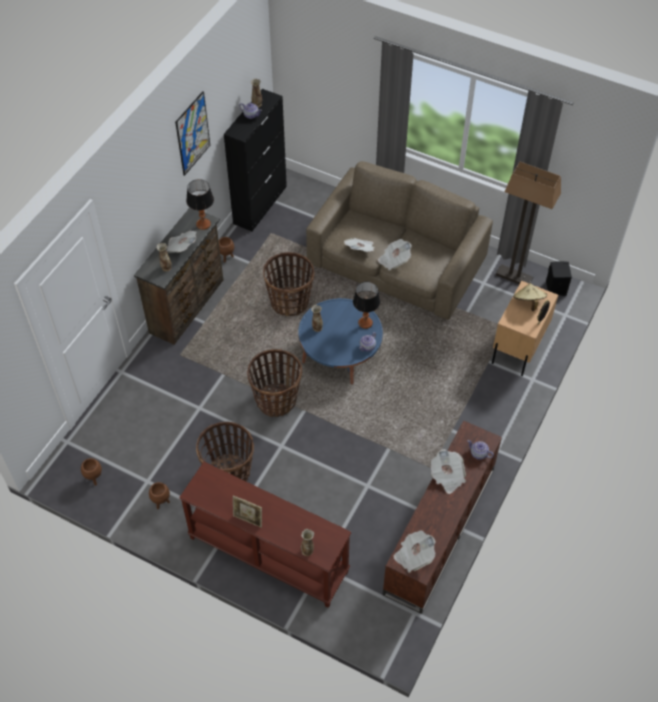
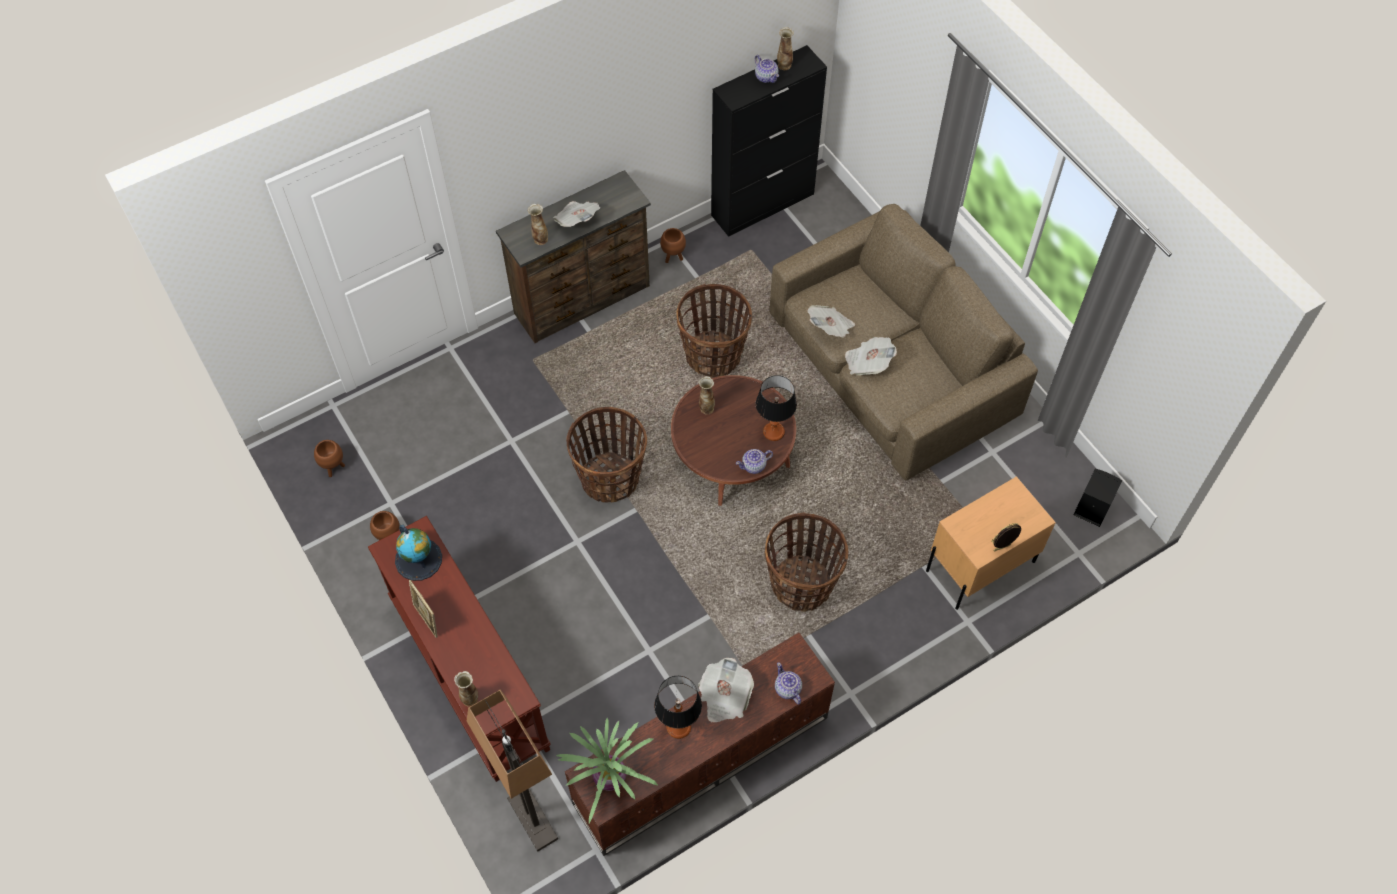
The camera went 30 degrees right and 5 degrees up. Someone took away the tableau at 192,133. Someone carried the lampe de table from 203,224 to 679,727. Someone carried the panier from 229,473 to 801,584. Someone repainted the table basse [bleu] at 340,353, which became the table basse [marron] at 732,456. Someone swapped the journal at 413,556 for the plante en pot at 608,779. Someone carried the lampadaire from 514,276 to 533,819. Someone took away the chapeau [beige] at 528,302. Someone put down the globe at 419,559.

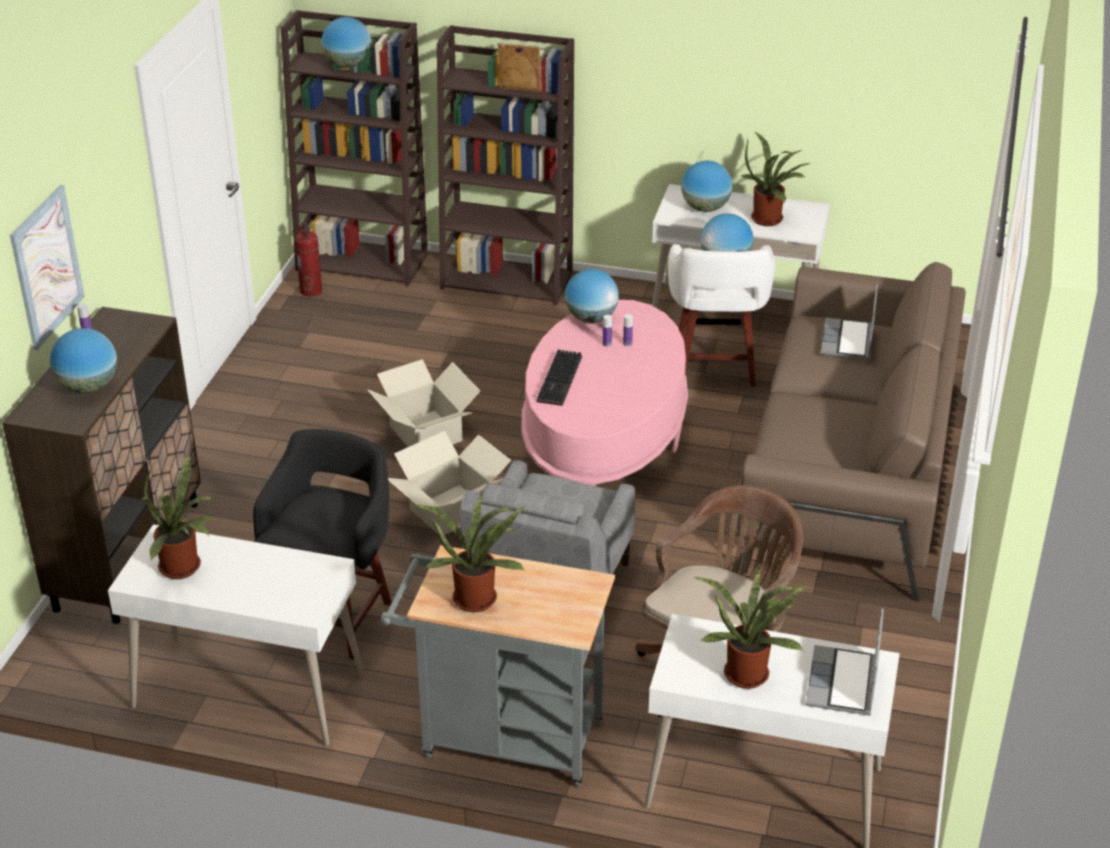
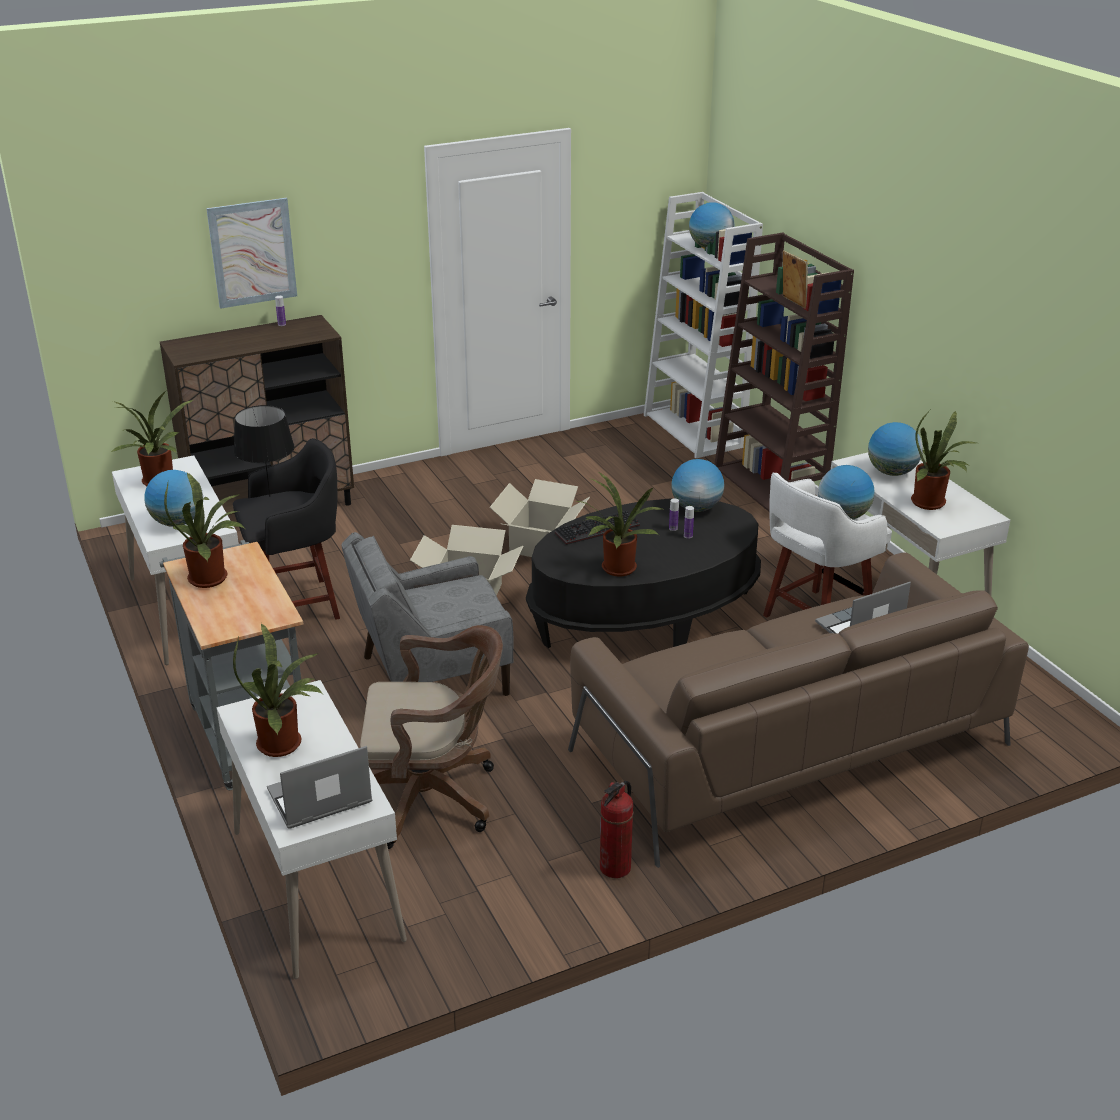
The camera went 50 degrees right and 5 degrees down. Someone carried the globe from 88,387 to 178,522. Someone repainted the bibliothèque [marron] at 363,262, which became the bibliothèque [blanc] at 695,431. Someone carried the extincteur from 311,291 to 615,868. Someone repainted the table basse [rose] at 604,439, which became the table basse [noir] at 644,615. Someone put down the lampe de table [noir] at 270,496. Someone put down the plante en pot at 616,570.

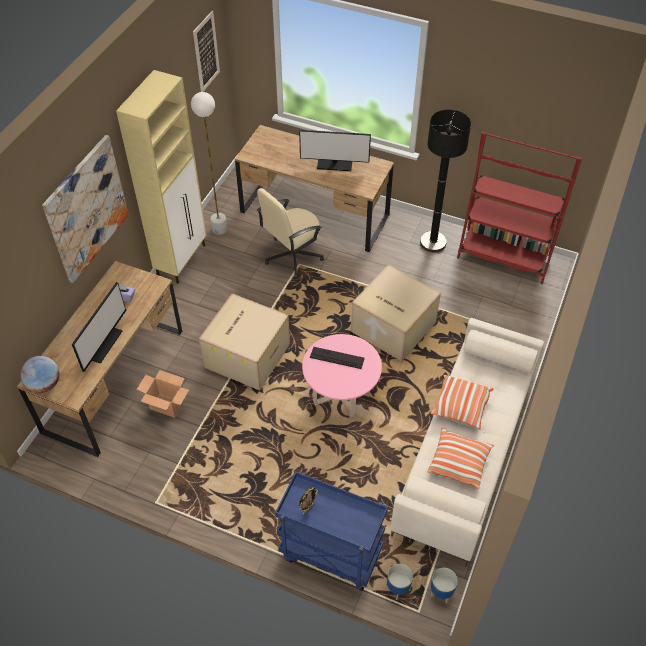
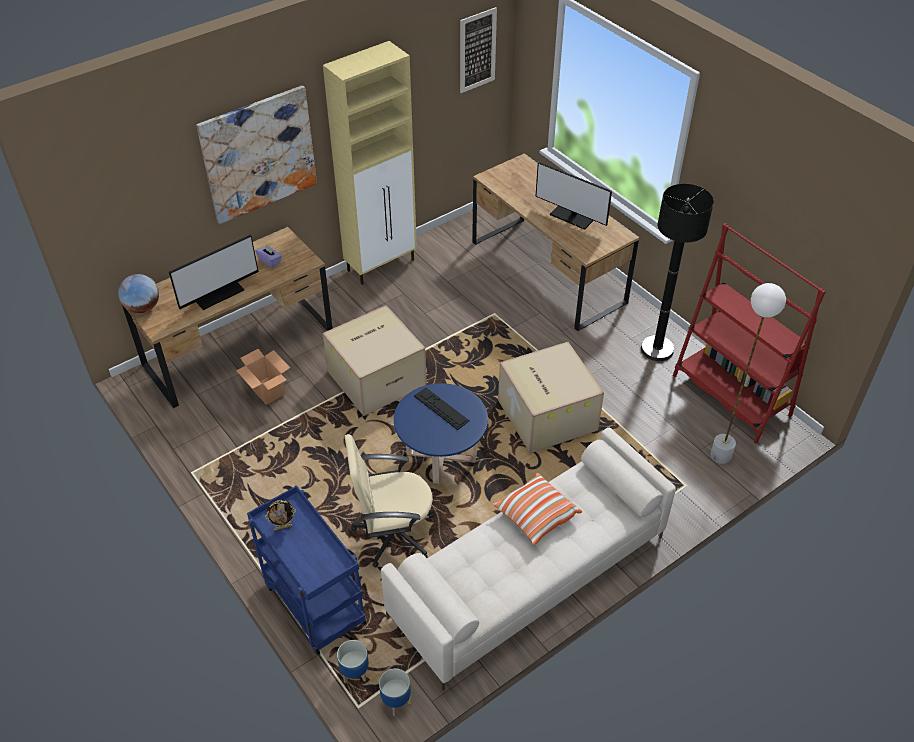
The camera went 30 degrees right and 5 degrees down. Someone carried the lampadaire [blanc] from 219,229 to 720,455. Someone carried the chaise de bureau [beige] from 292,256 to 393,533. Someone repainted the table basse [rose] at 341,394, which became the table basse [bleu] at 441,457. Someone took away the coussin at 459,463.

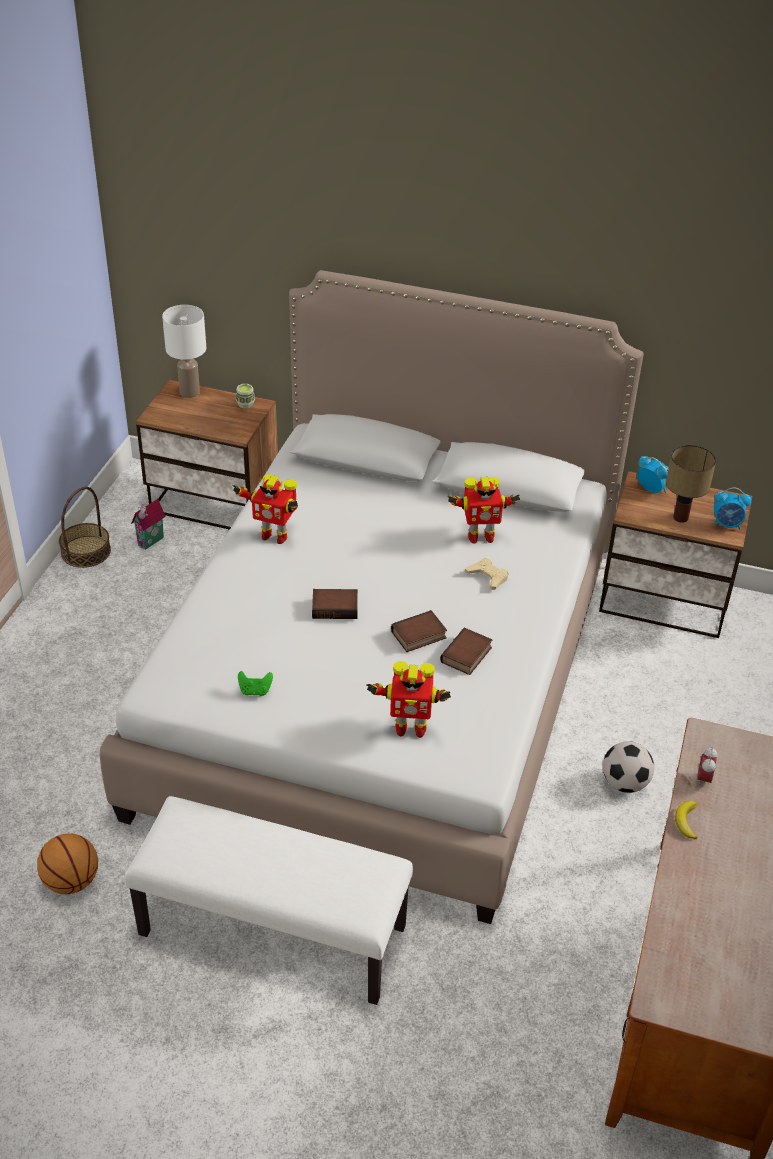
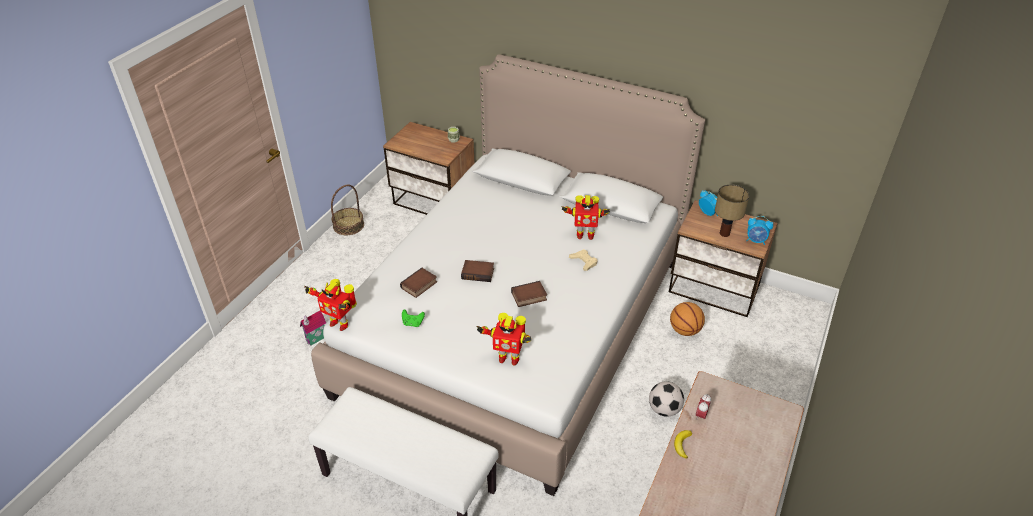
The camera went 10 degrees right and 0 degrees up. Someone carried the ballon de basket from 72,881 to 685,330. Someone carried the maison miniature from 152,542 to 317,339. Someone took away the lampe de table [blanc] at 189,392. Someone carried the robot jouet from 274,535 to 339,323. Someone carried the livre from 467,656 to 419,286.

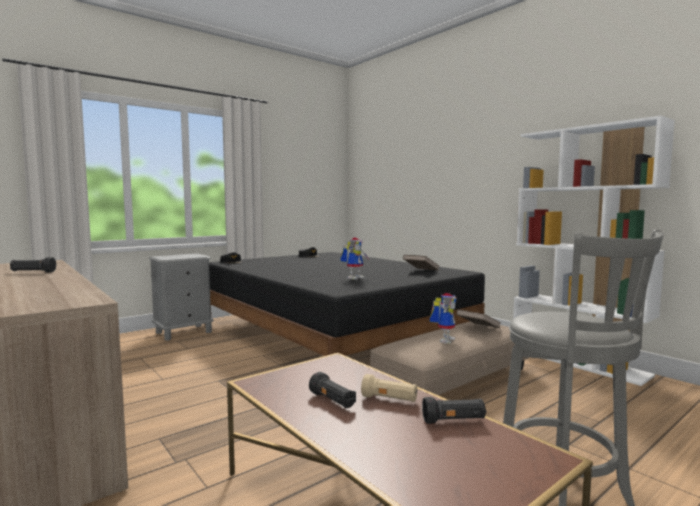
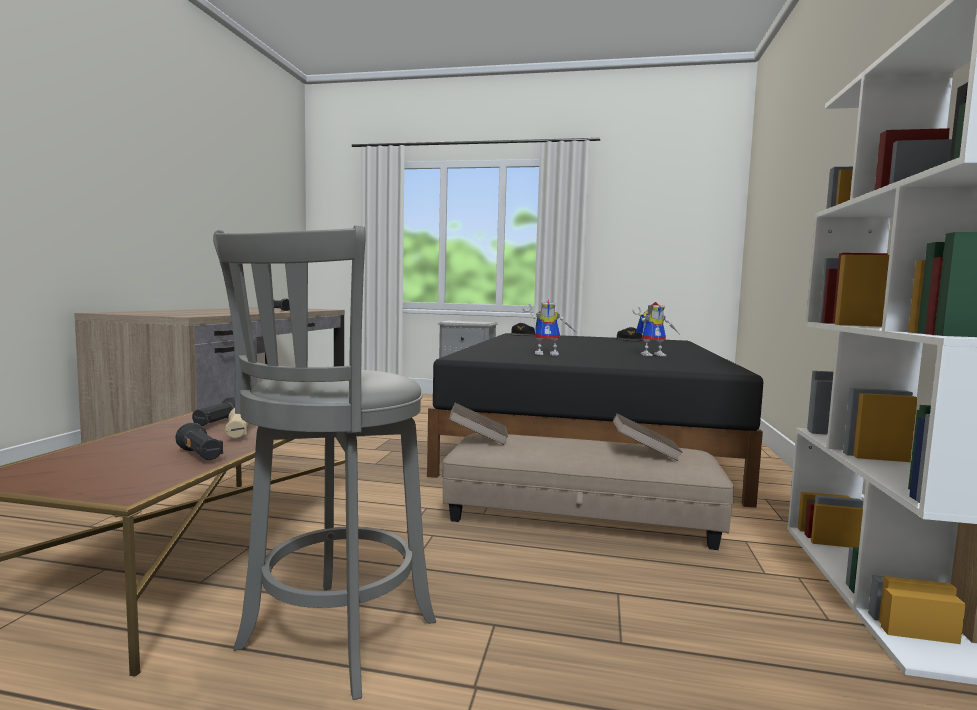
The camera went 50 degrees right and 0 degrees up. Someone carried the livre [marron] from 421,271 to 478,438. Someone carried the robot jouet from 444,339 to 653,355.

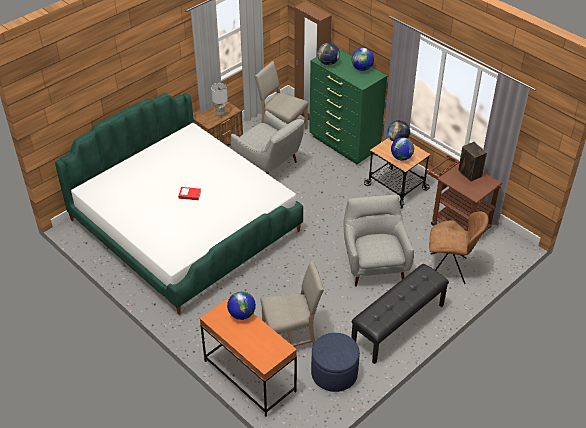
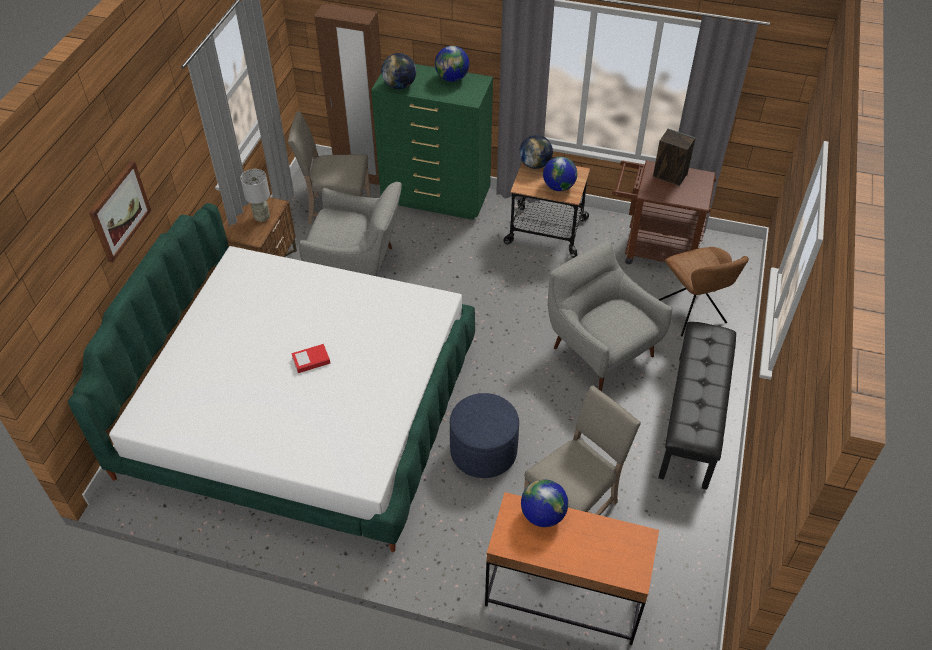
The camera went 30 degrees left and 5 degrees up. Someone carried the pouf [bleu] from 334,373 to 483,451. Someone rotated the chaise [marron] at 449,269 by 90 degrees clockwise. Someone put up the tableau at 119,211.

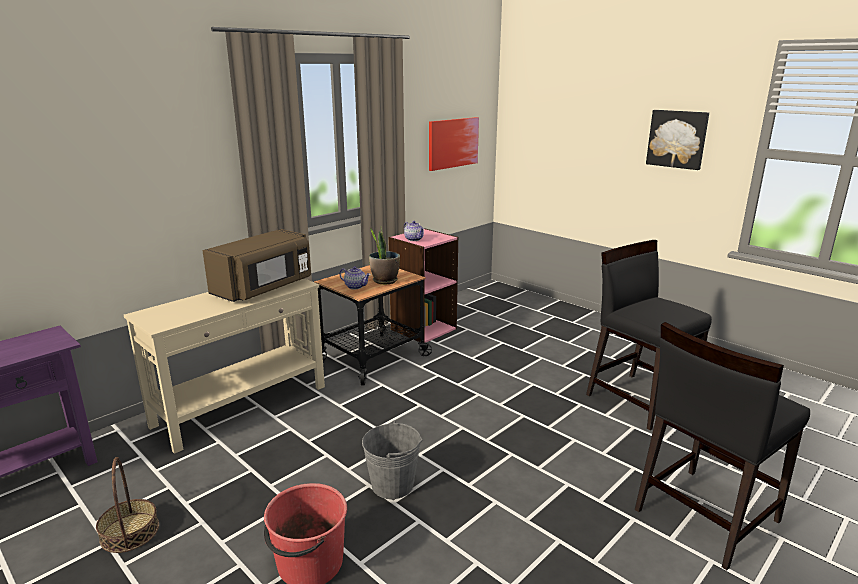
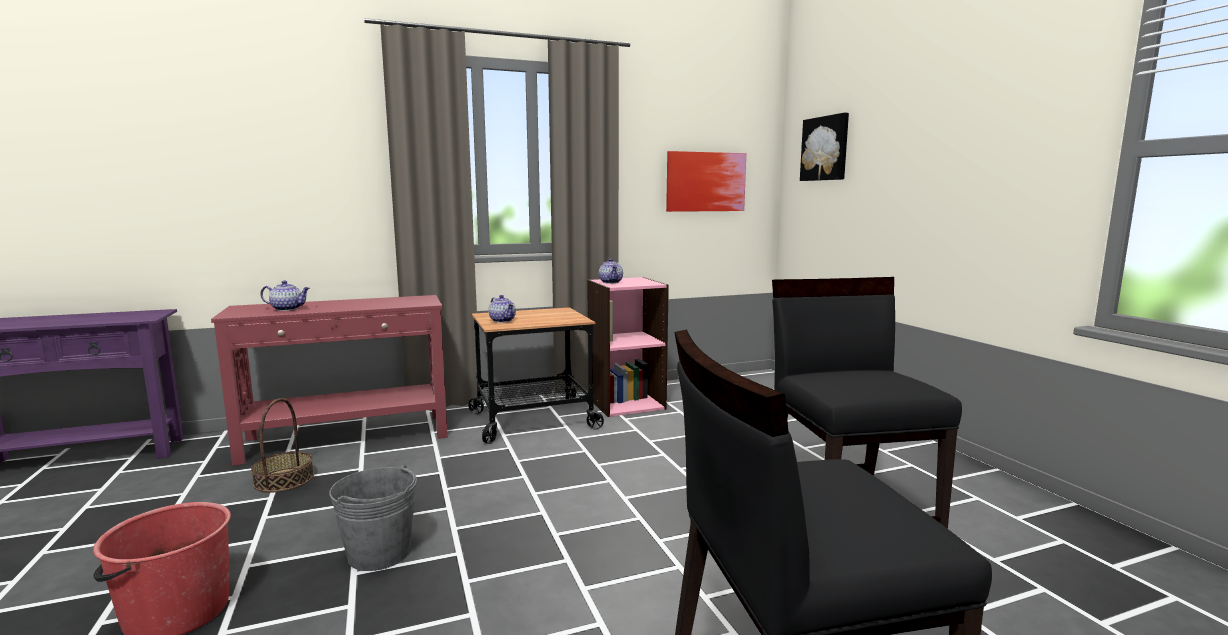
The camera went 25 degrees right and 10 degrees down. Someone carried the panier from 129,532 to 284,480. Someone repainted the table console [beige] at 242,406, which became the table console [rouge] at 348,438. Someone took away the micro-ondes [marron] at 264,288. Someone took away the plante en pot at 384,281. Someone carried the tableau from 677,139 to 825,148. Someone put down the théière at 287,309.

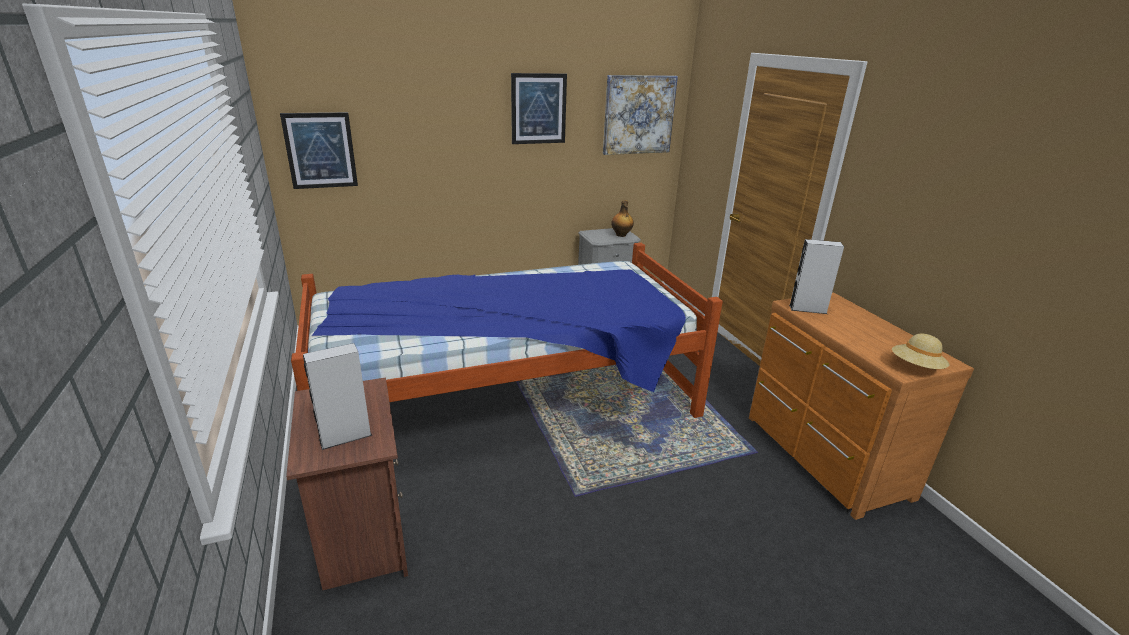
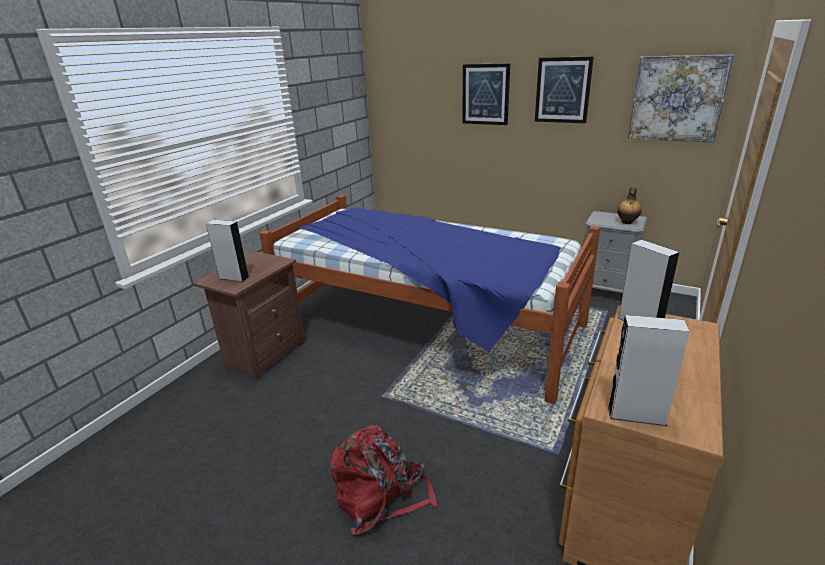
The camera went 50 degrees right and 0 degrees up. Someone carried the tableau from 320,150 to 485,94. Someone swapped the chapeau [beige] at 916,367 for the enceinte [gris] at 636,415. Someone put down the sac à dos [rouge] at 381,496.

